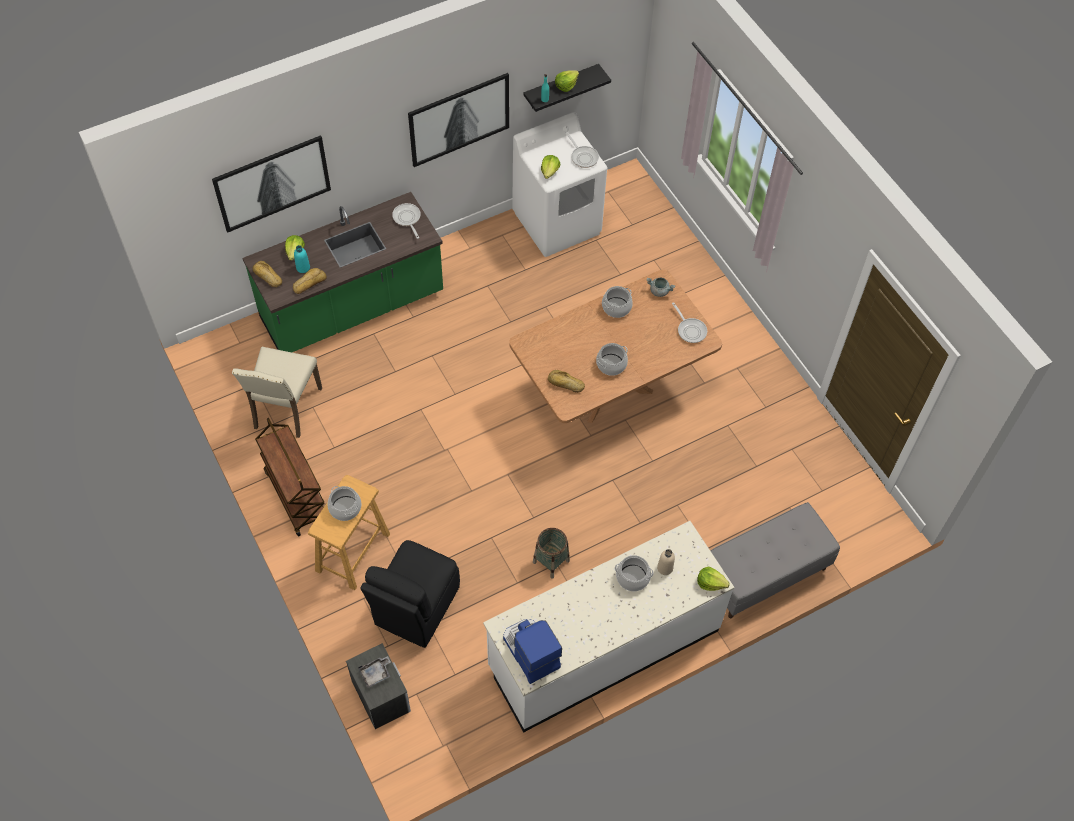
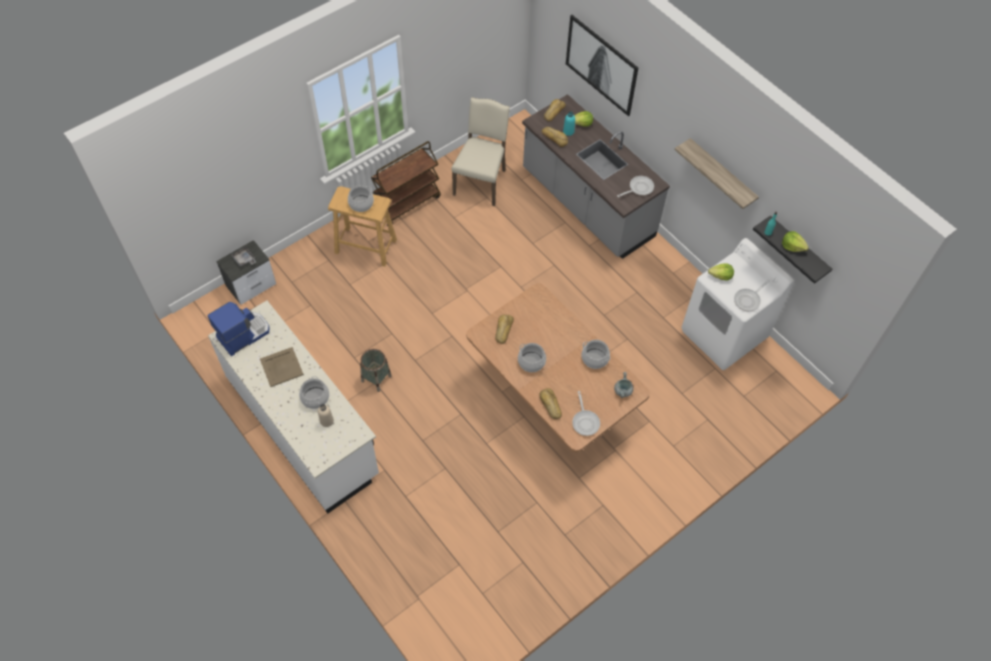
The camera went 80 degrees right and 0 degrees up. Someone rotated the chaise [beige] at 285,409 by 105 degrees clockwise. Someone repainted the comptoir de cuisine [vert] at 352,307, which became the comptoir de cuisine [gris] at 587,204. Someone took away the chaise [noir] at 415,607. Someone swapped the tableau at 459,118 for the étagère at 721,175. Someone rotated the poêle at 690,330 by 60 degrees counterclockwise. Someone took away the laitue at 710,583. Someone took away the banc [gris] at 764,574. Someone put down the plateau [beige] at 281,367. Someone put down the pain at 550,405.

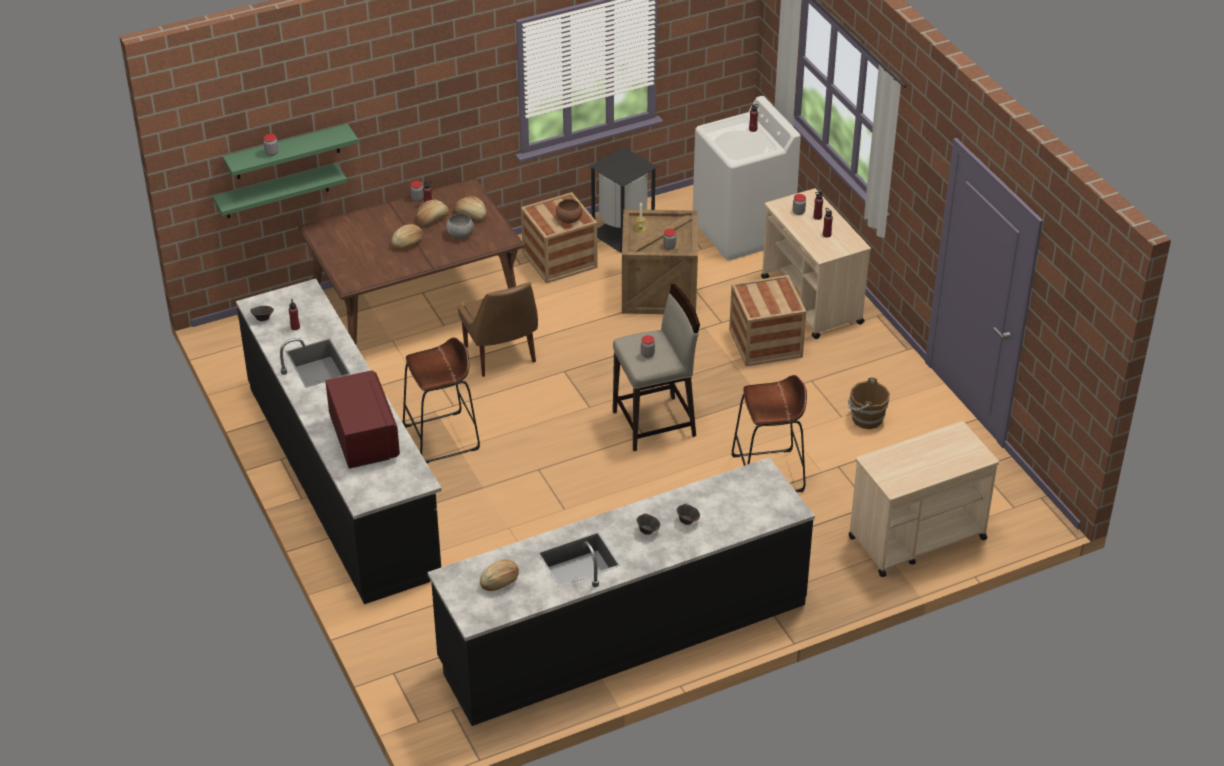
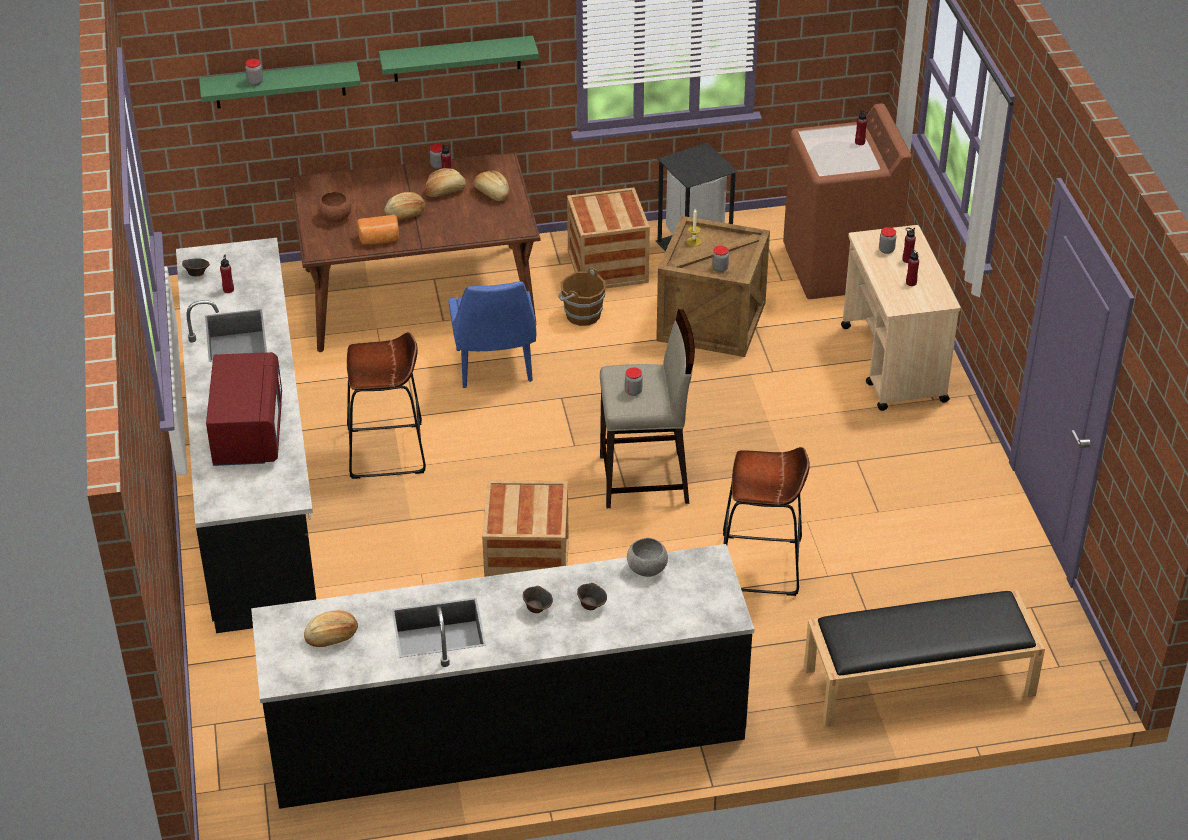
The camera went 15 degrees right and 0 degrees up. Someone carried the étagère [vert] from 276,191 to 457,59. Someone carried the bol [gris] from 460,234 to 646,568. Someone repainted the chaise [marron] at 501,356, which became the chaise [bleu] at 494,367. Someone carried the bol [marron] from 568,219 to 335,217. Someone repainted the lave-linge [blanc] at 743,231, which became the lave-linge [marron] at 840,268. Someone carried the caisse from 765,343 to 527,566. Someone carried the seau [marron] from 866,419 to 582,315. Someone swapped the chariot [beige] at 916,538 for the banc [noir] at 917,682. Someone put down the pain at 379,240.

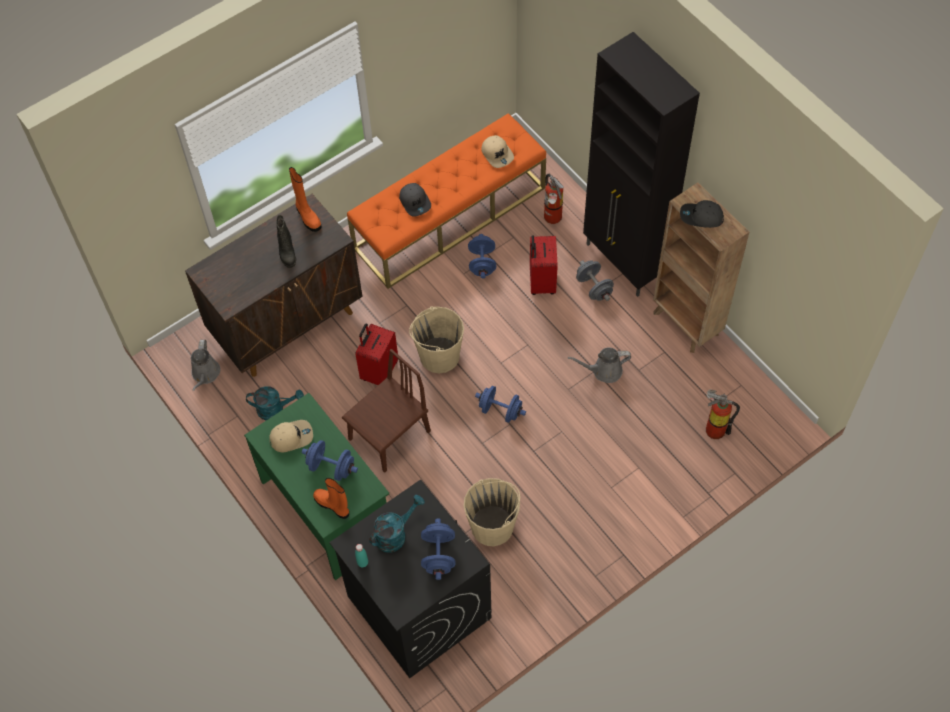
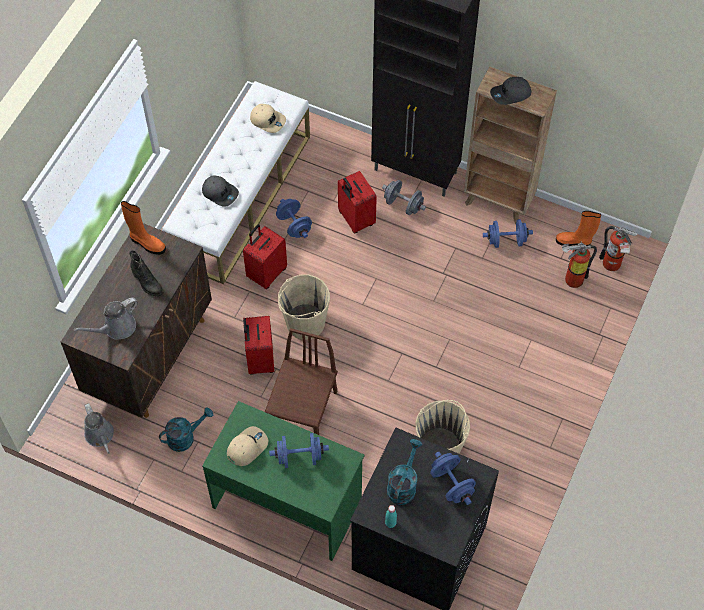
The camera went 30 degrees left and 0 degrees up. Someone carried the botte [orange] from 333,505 to 574,241. Someone repainted the banc [orange] at 449,217, which became the banc [blanc] at 241,197. Someone carried the haltère [bleu] from 500,410 to 506,240. Someone carried the extincteur from 552,219 to 613,266. Someone carried the arrosoir [gris] from 604,371 to 116,328. Someone put down the valise [rouge] at 266,273.

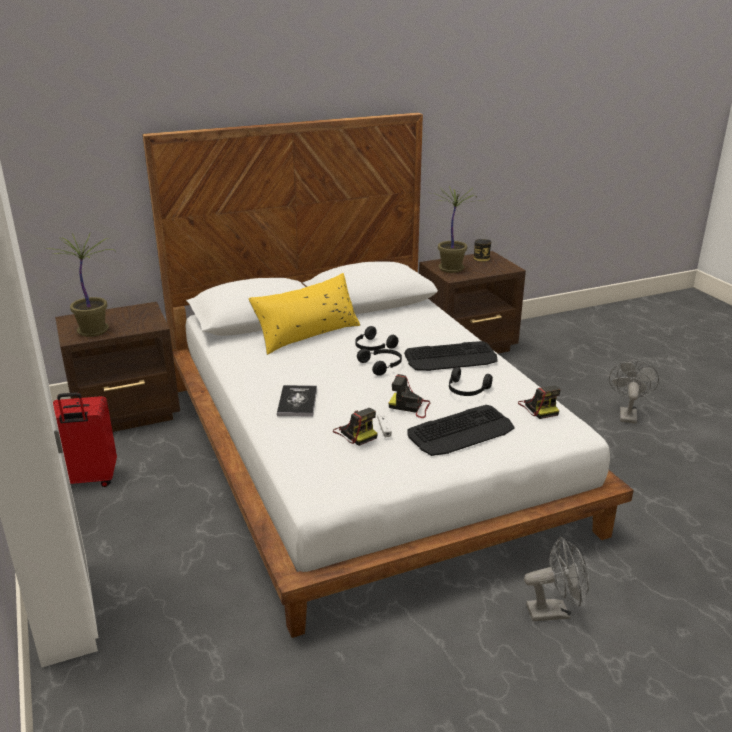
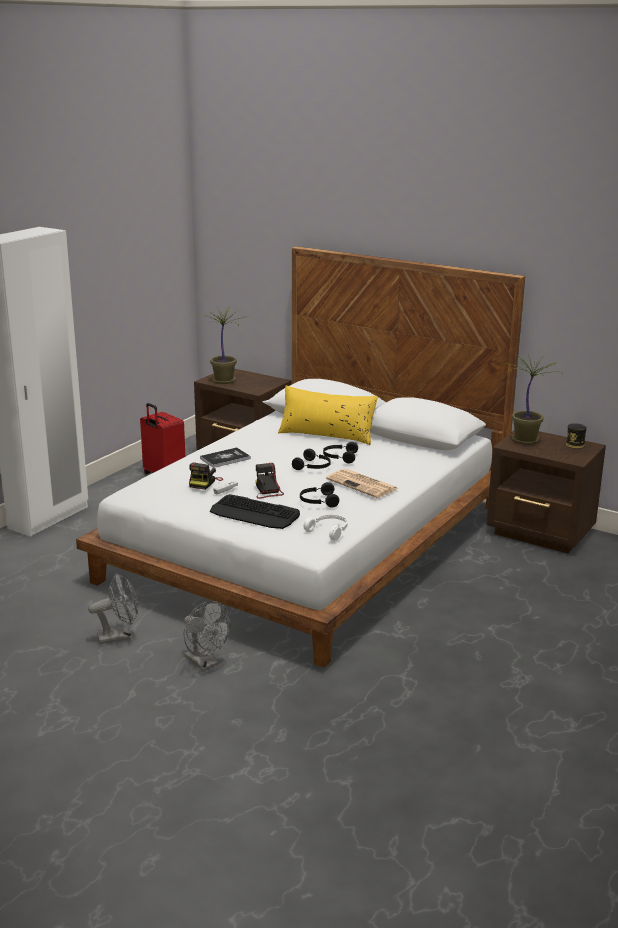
The camera went 55 degrees right and 5 degrees down. Someone swapped the clavier at 451,358 for the journal at 363,484. Someone swapped the appareil photo at 539,408 for the casque audio [blanc] at 329,531. Someone carried the ventilateur [gris] from 627,414 to 119,636.

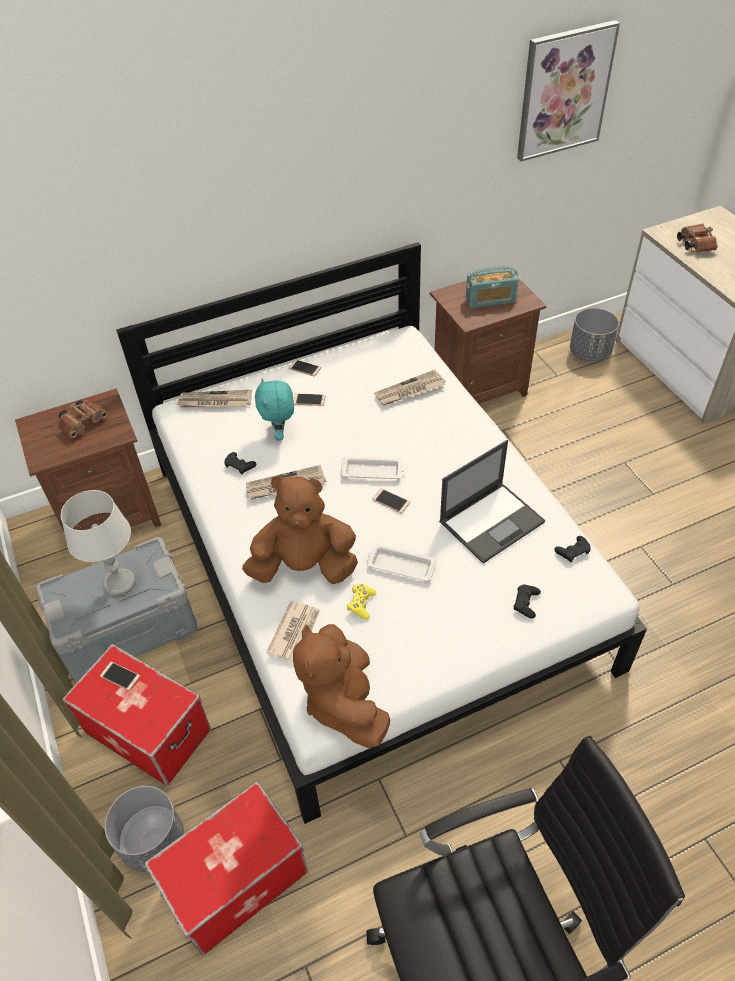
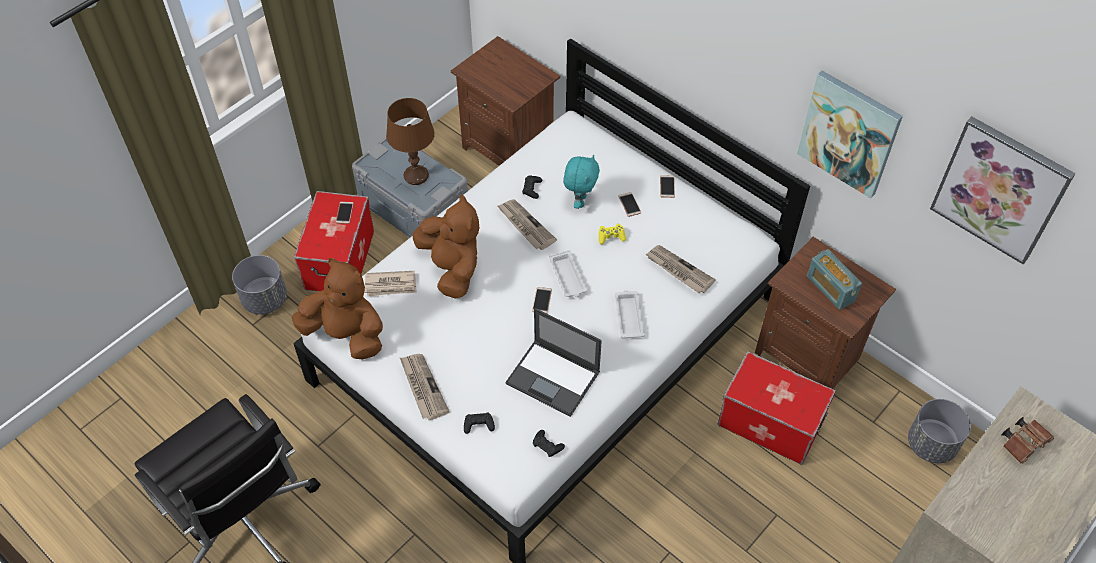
The camera went 65 degrees right and 5 degrees up. Someone took away the jumelles [marron] at 84,423. Someone repainted the lampe de table [gris] at 119,583, which became the lampe de table [marron] at 415,176. Someone carried the boîte de rangement from 236,881 to 769,423. Someone carried the journal from 215,401 to 423,387. Someone rotated the peluche [turquoise] at 280,434 by 135 degrees clockwise. Someone rotated the peluche [marron] at 344,702 by 60 degrees clockwise. Someone carried the manette [jaune] from 361,604 to 611,237. Someone carried the plateau [blanc] from 400,565 to 629,316. Someone put up the tableau at 849,133.

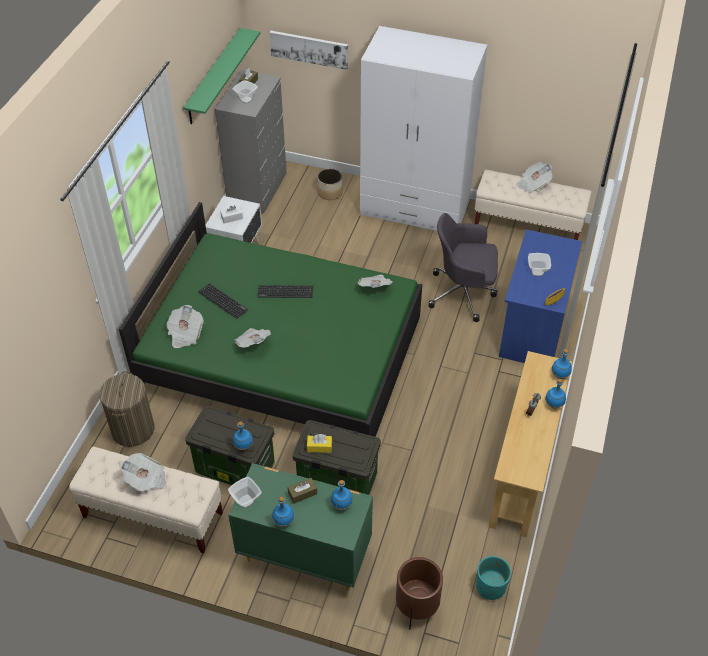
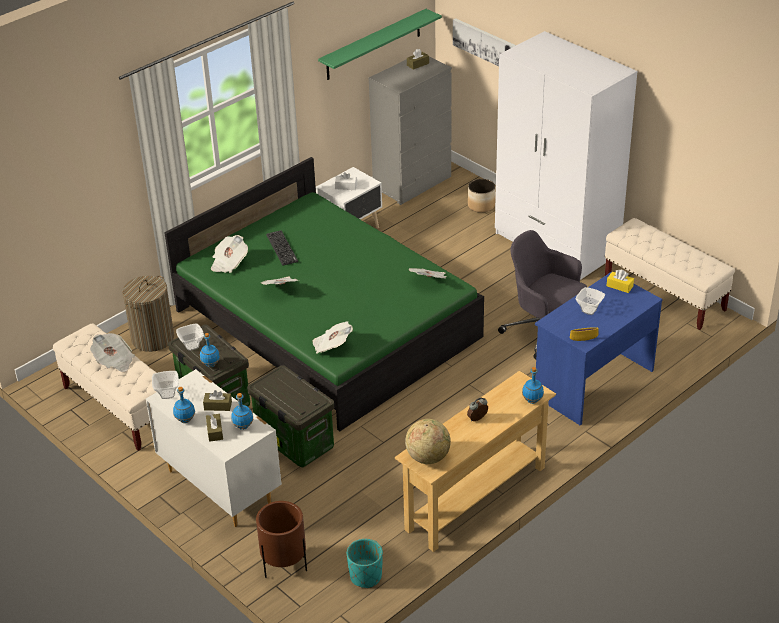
The camera went 30 degrees right and 10 degrees down. Someone repainted the commode [vert] at 304,555, which became the commode [blanc] at 219,485. Someone carried the bol from 246,100 to 192,346. Someone took away the clavier at 285,292. Someone carried the boîte à mouchoirs [jaune] from 319,447 to 619,286. Someone carried the journal from 533,184 to 332,346. Someone took away the bouteille [bleu] at 554,405. Someone put down the boîte à mouchoirs [marron] at 215,431. Someone put down the globe at 428,457.

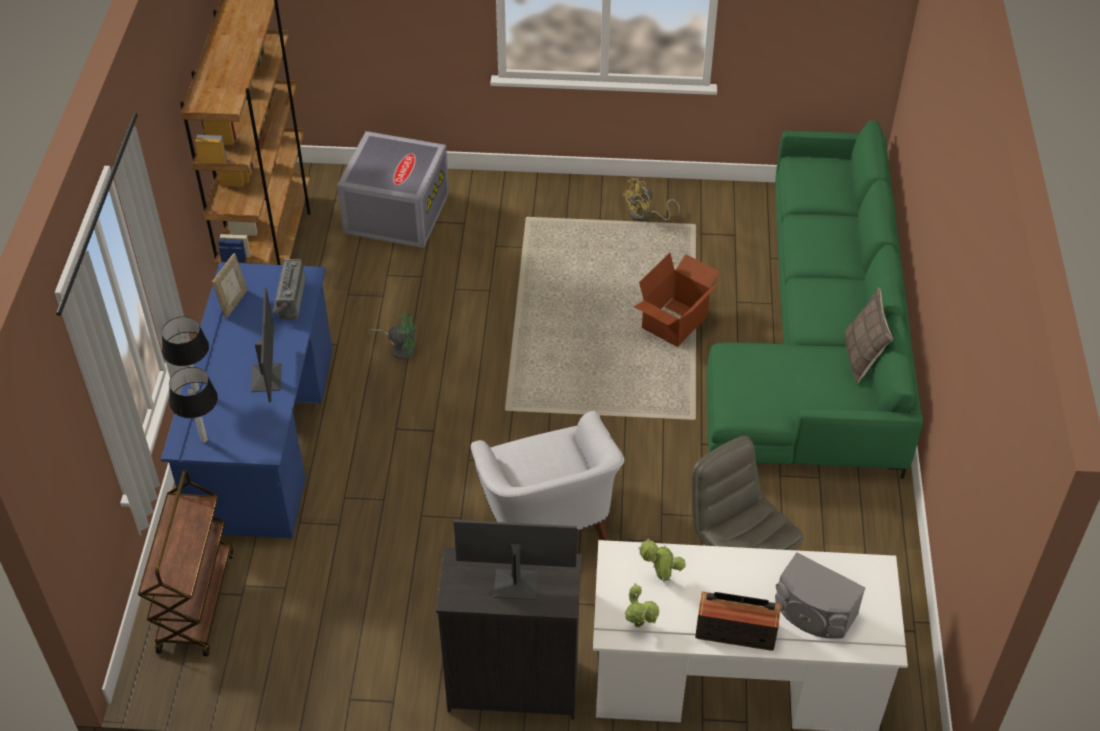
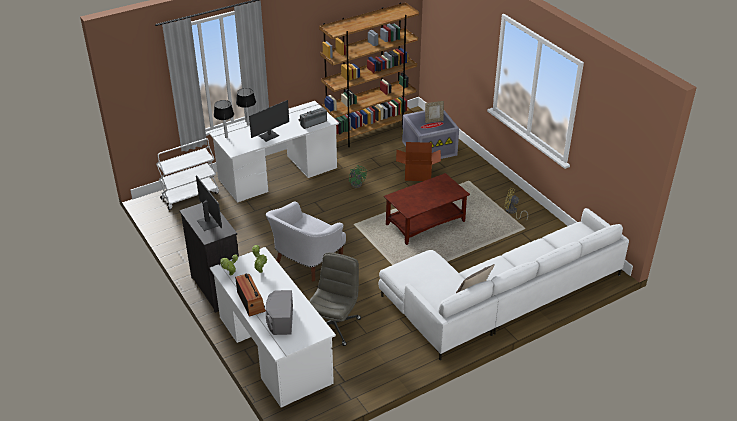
The camera went 55 degrees right and 10 degrees down. Someone repainted the chariot [marron] at 195,601, which became the chariot [blanc] at 190,195. Someone repainted the bureau [bleu] at 264,438, which became the bureau [blanc] at 278,174. Someone carried the cadre photo from 234,303 to 433,121. Someone carried the carton from 675,323 to 417,175. Someone repainted the canapé [vert] at 819,338, which became the canapé [blanc] at 499,297. Someone put down the table basse [marron] at 425,223.

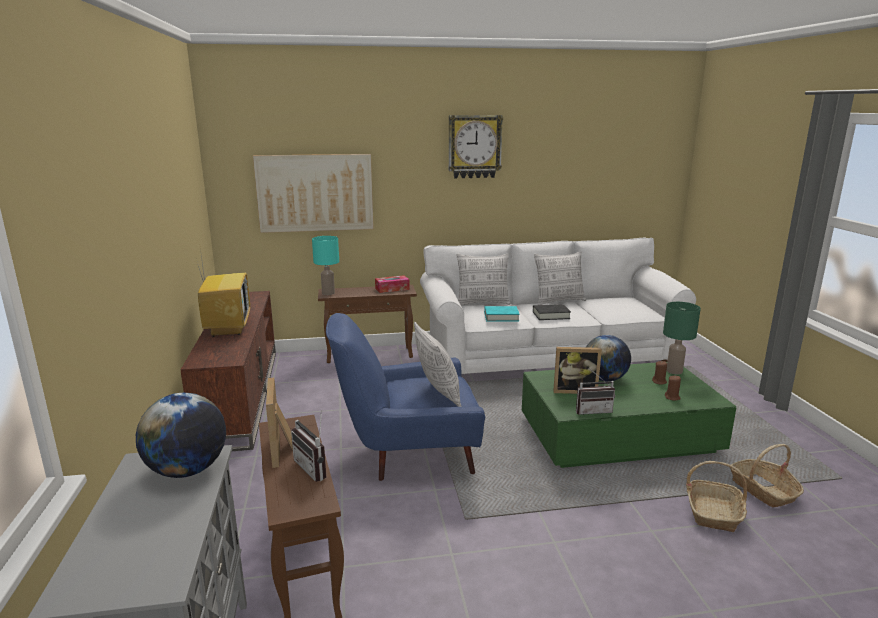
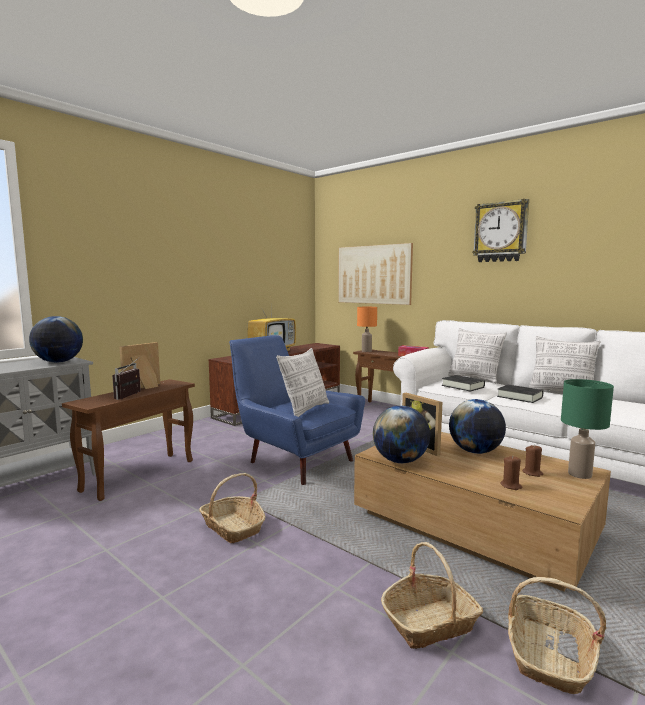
The camera went 50 degrees right and 10 degrees down. Someone repainted the lampe de table [turquoise] at 328,293, which became the lampe de table [orange] at 366,351. Someone repainted the livre [turquoise] at 501,317, which became the livre [noir] at 463,386. Someone repainted the table basse [vert] at 618,436, which became the table basse [marron] at 474,524. Someone swapped the radio at 592,410 for the globe at 400,461. Someone put down the panier at 233,527.

